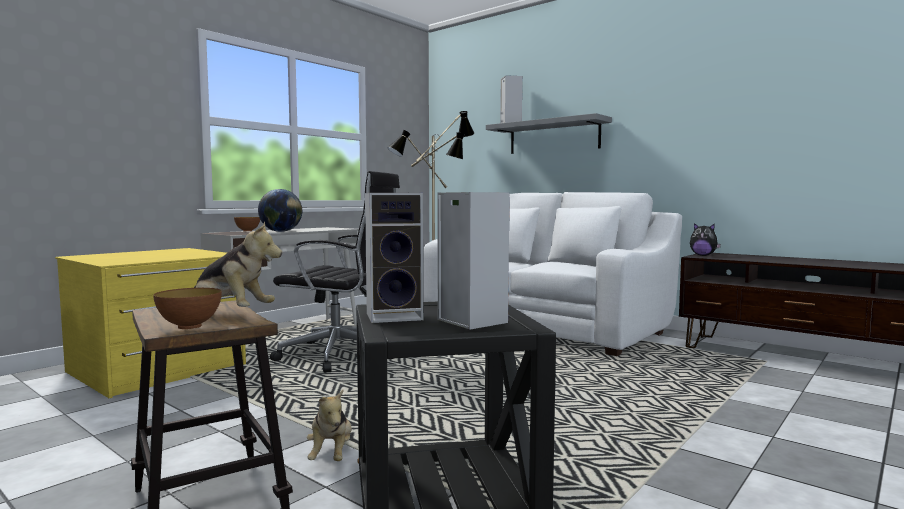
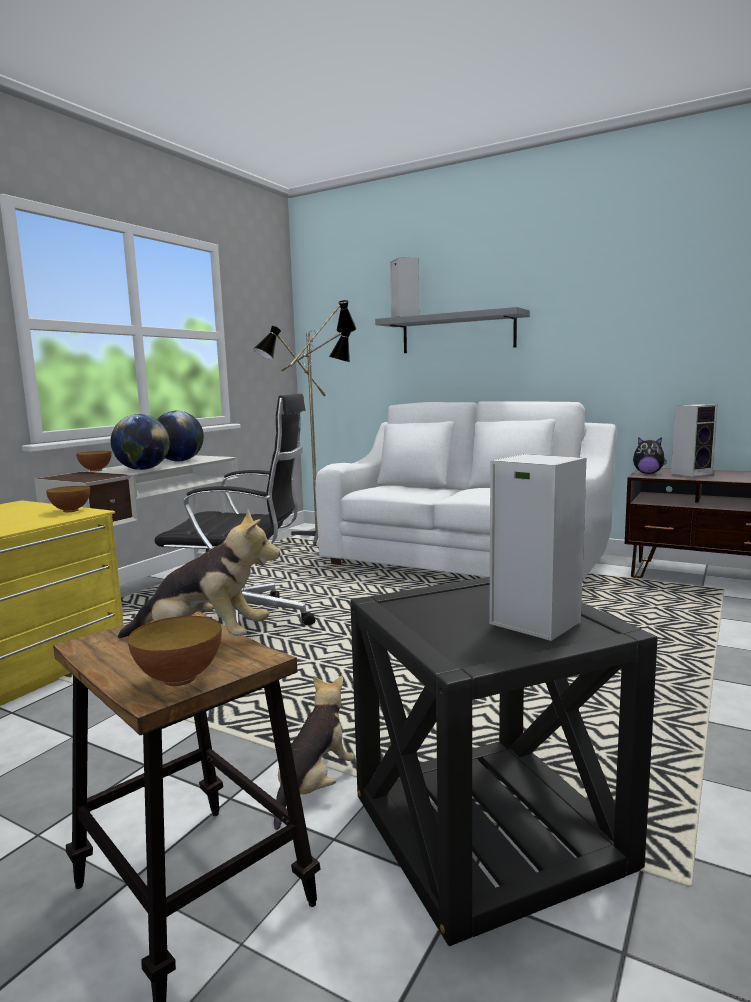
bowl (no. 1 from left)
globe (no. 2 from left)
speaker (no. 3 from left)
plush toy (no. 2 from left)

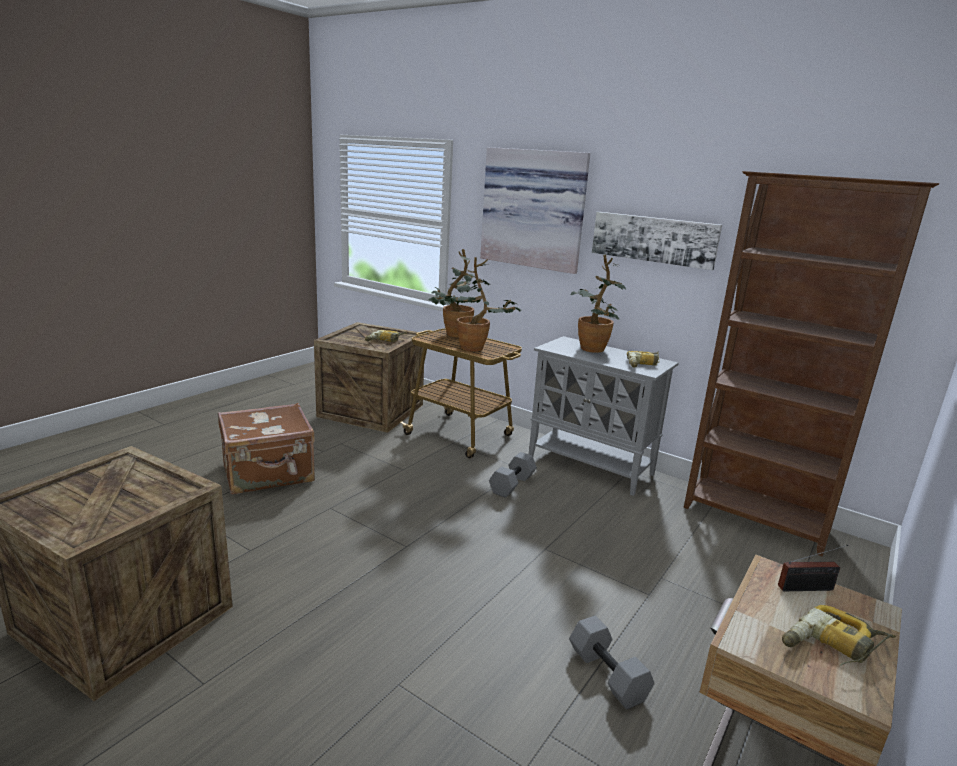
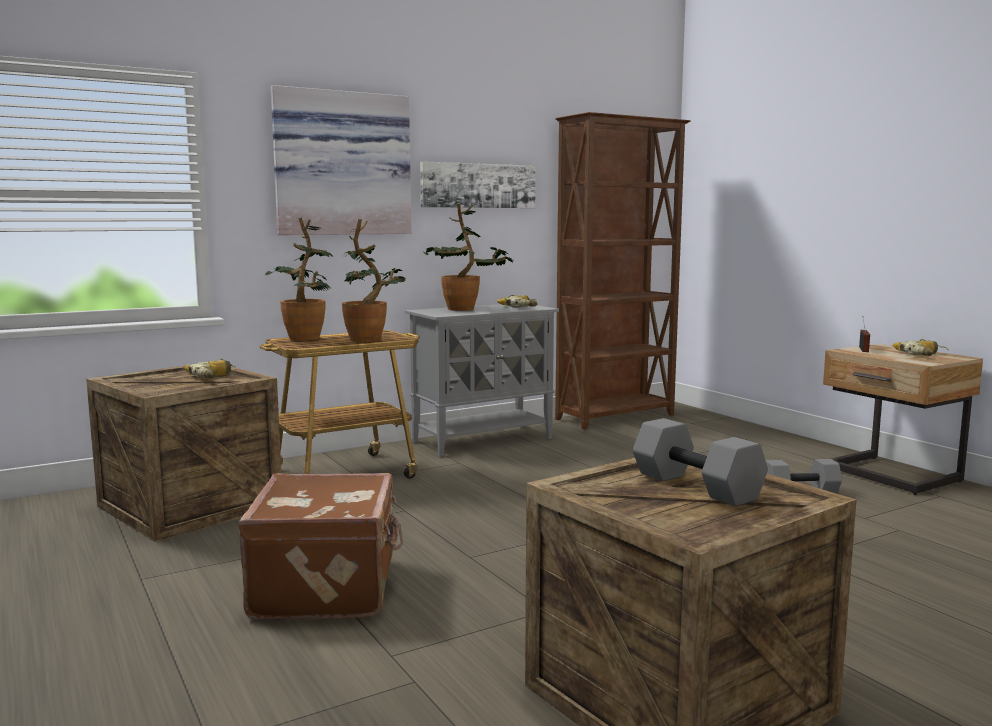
dumbbell (grey) (no. 1 from left)

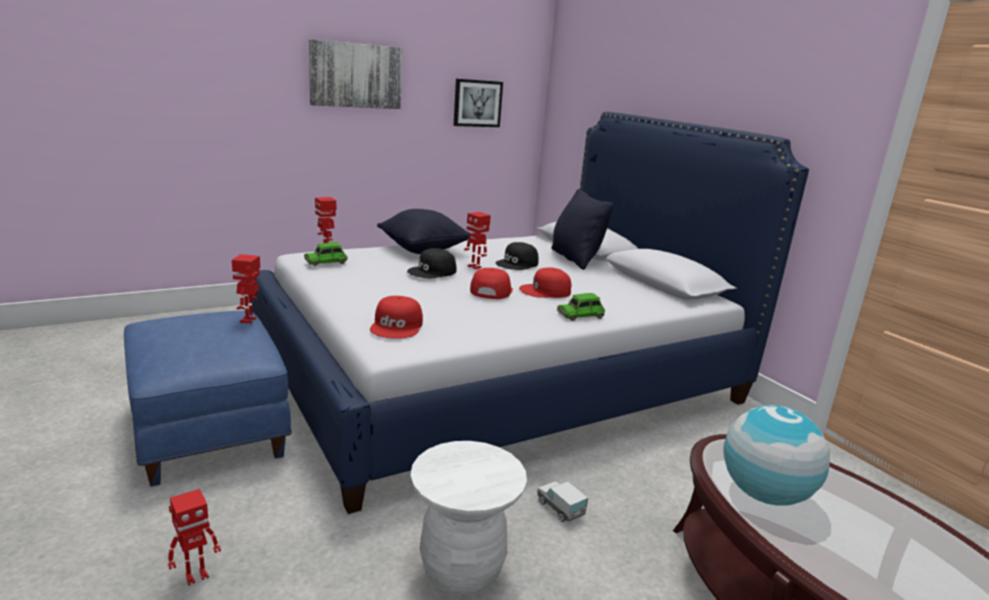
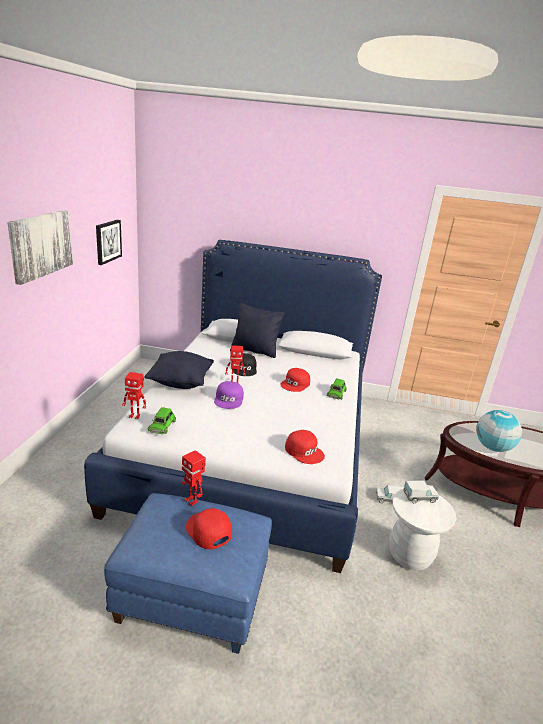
toy robot (no. 1 from left in the first image)
toy truck (no. 2 from left)
cap (red) (no. 1 from left)
cap (purple)

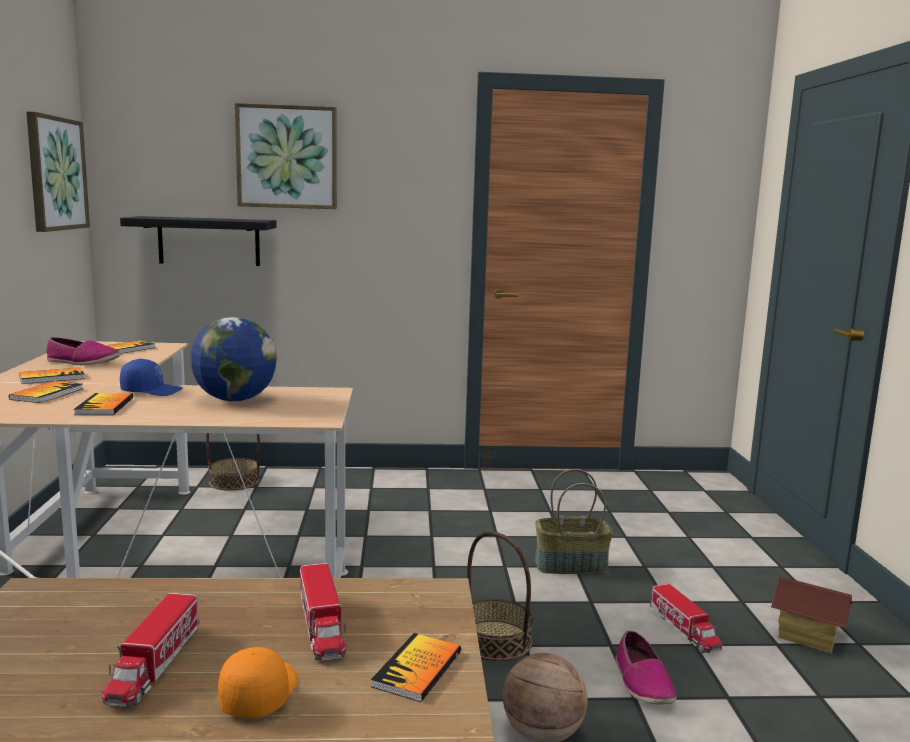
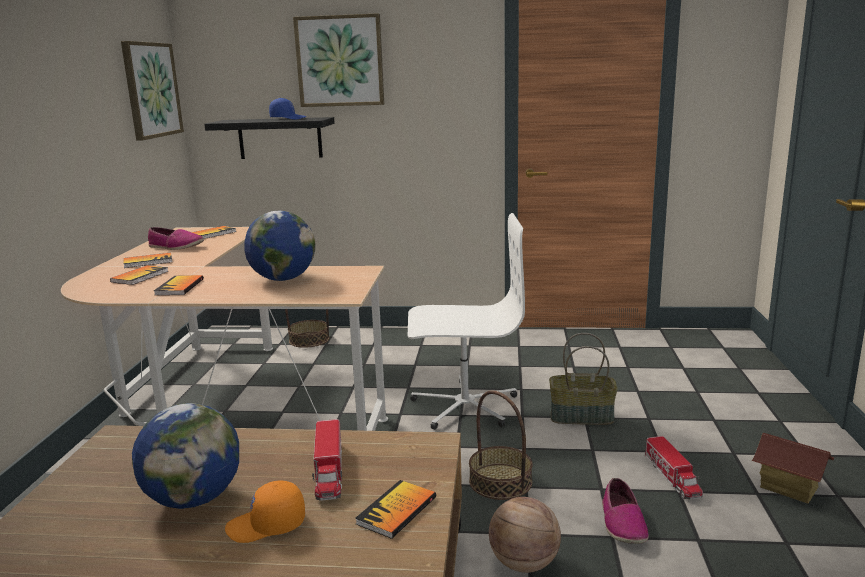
office chair (white)
cap (blue)
globe (no. 1 from left)
cap (orange)

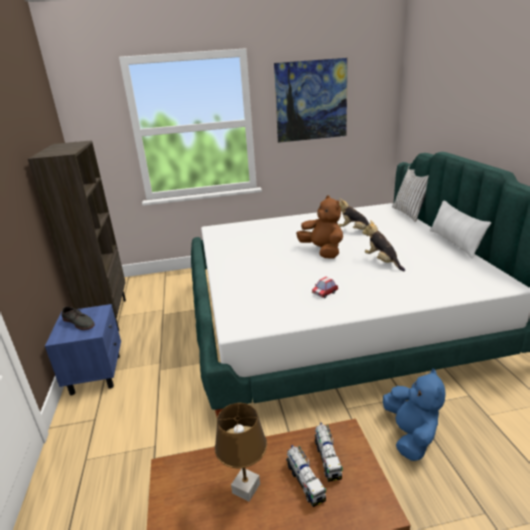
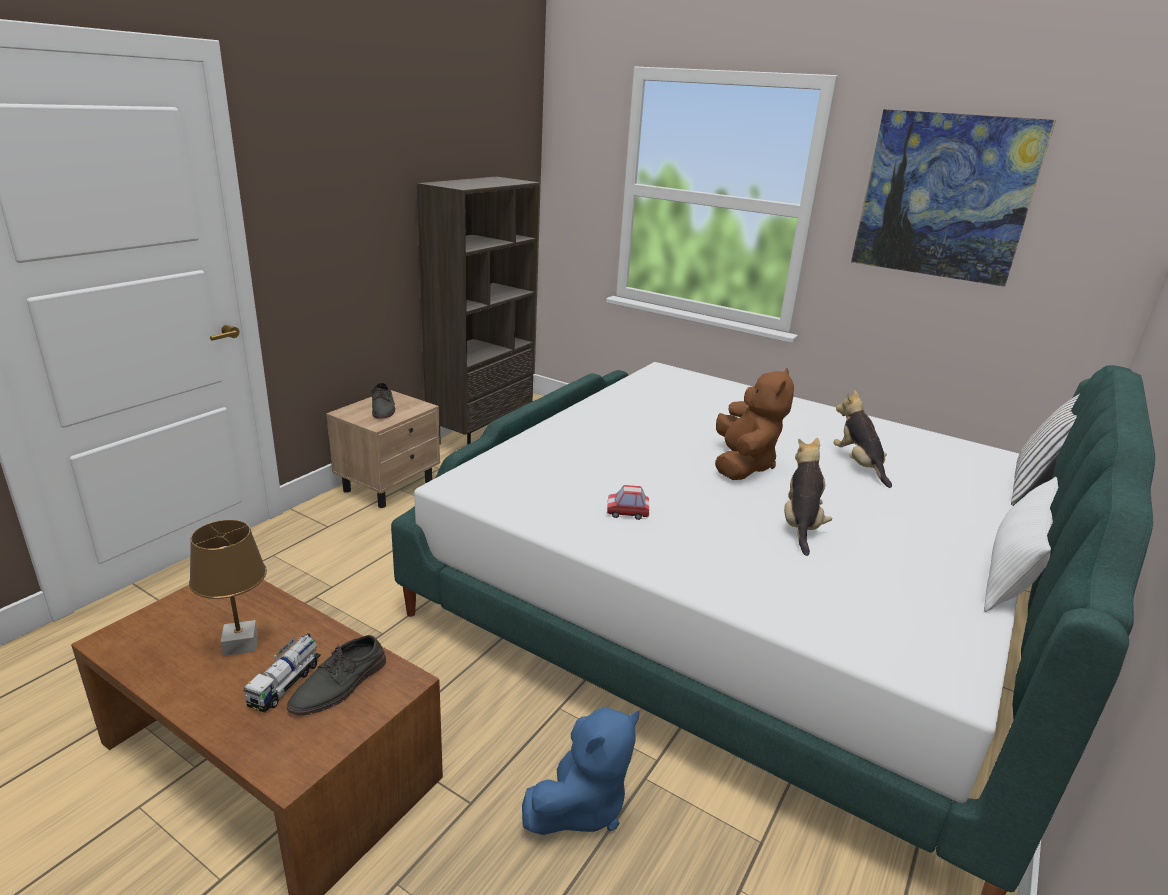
shoe (grey) (no. 1 from left)
nightstand (beige)

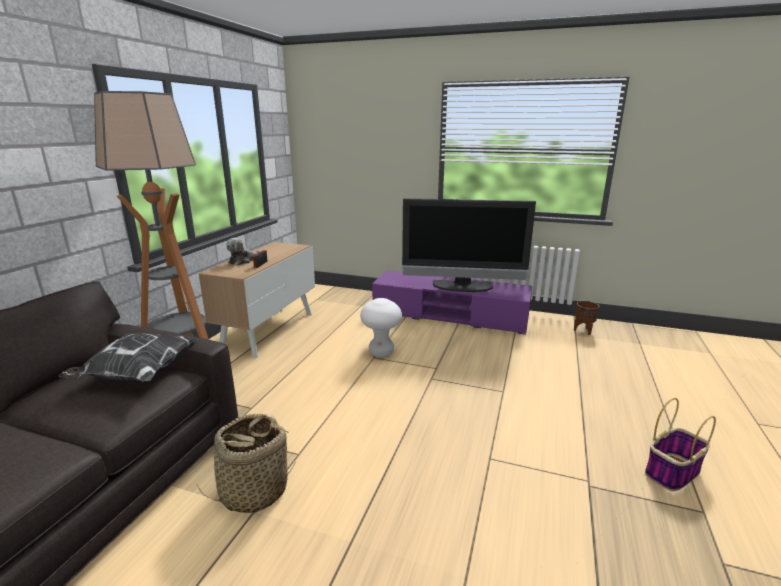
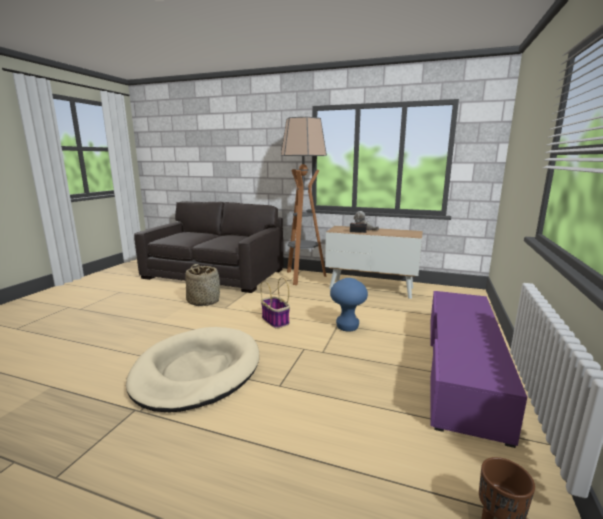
pillow
television
dog bed (beige)
basket (no. 2 from left)
stool (blue)

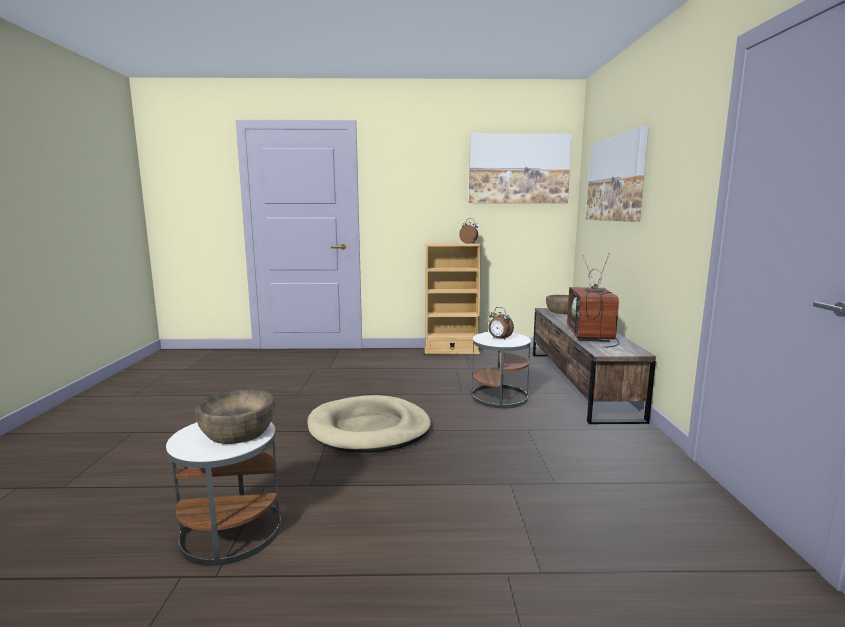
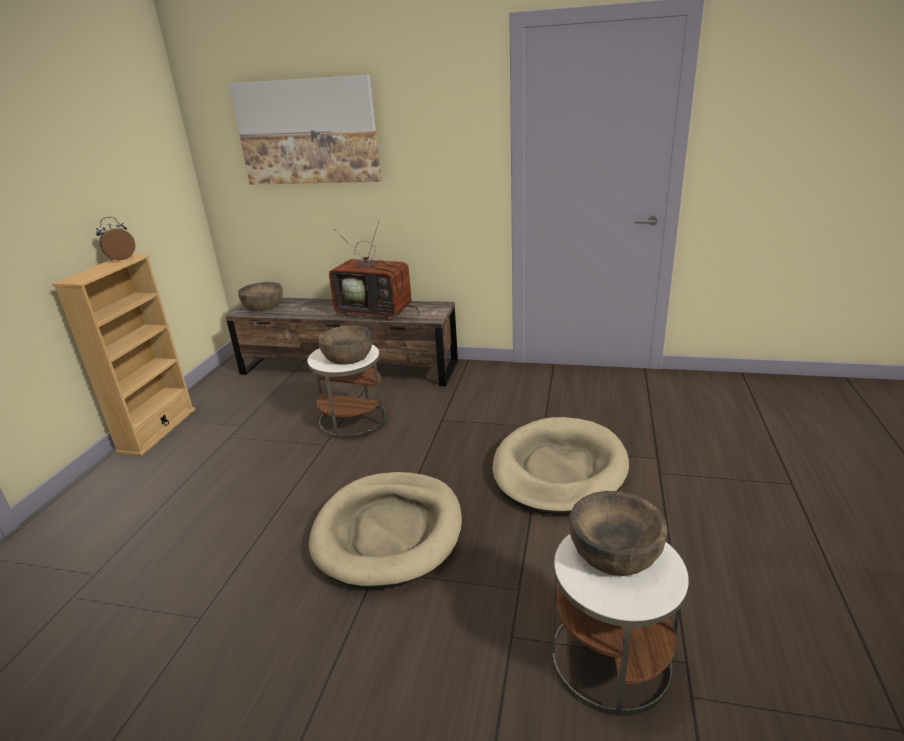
picture (no. 1 from left in the first image)
dog bed (beige) (no. 2 from left)
bowl (brown) (no. 2 from left)

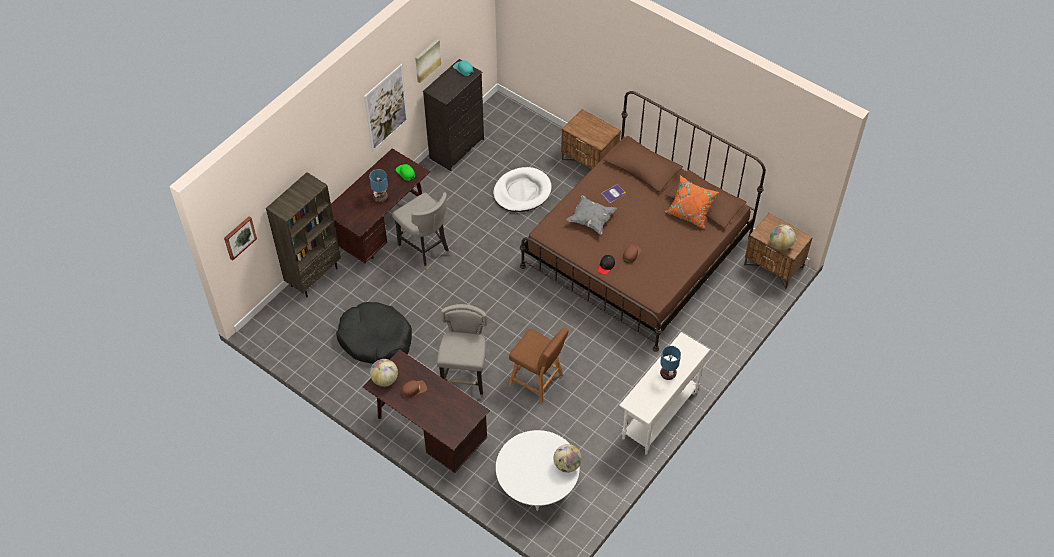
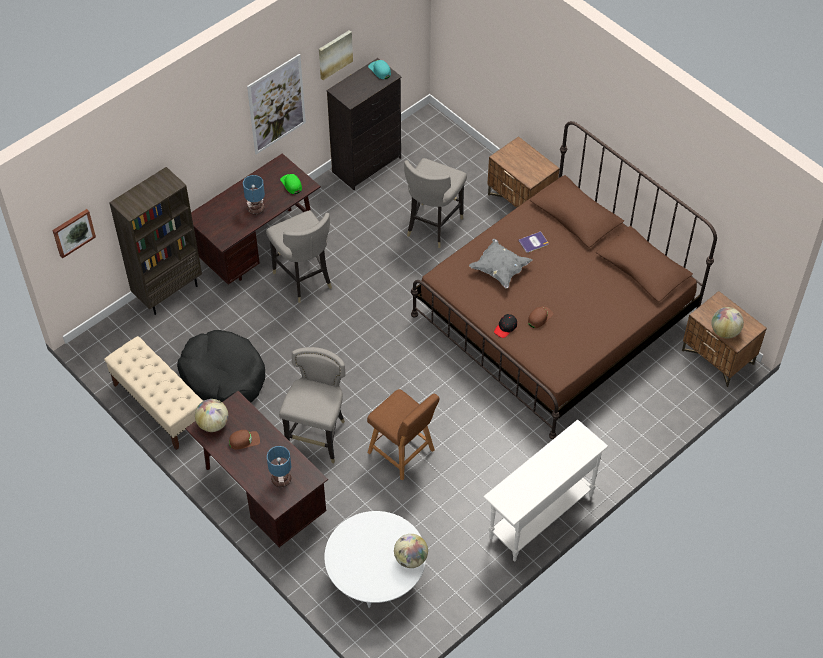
pillow (orange)
bench (beige)
table lamp (no. 2 from left)
stool (grey) (no. 3 from left)

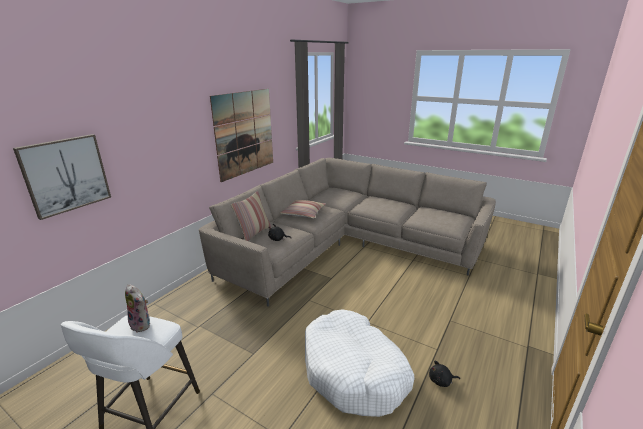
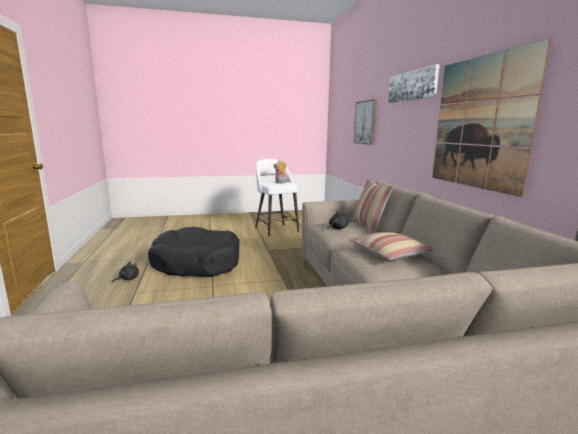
picture (no. 2 from left)
dog bed (black)

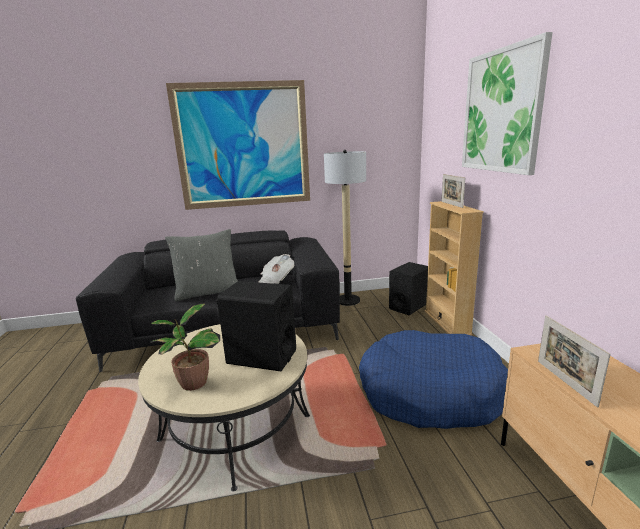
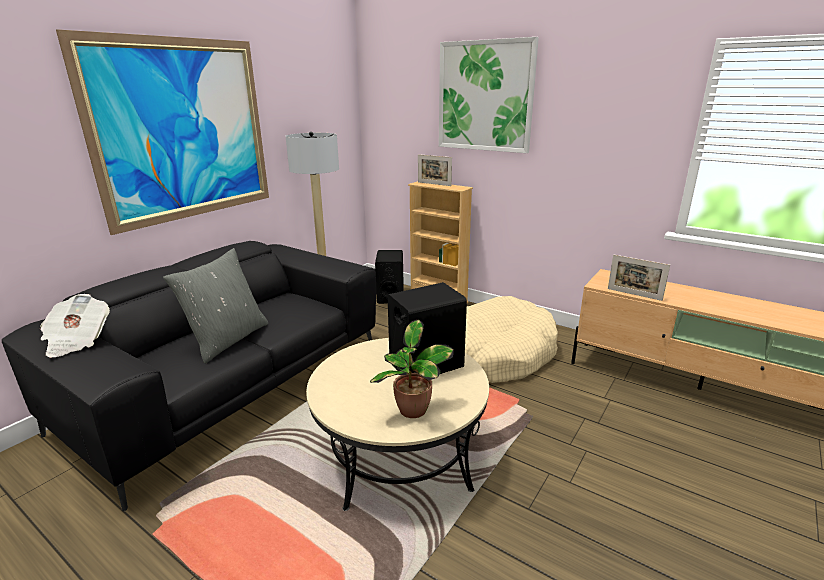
newspaper
dog bed (beige)

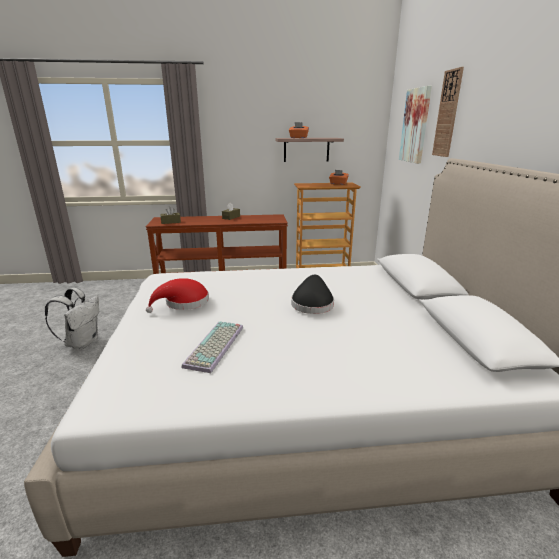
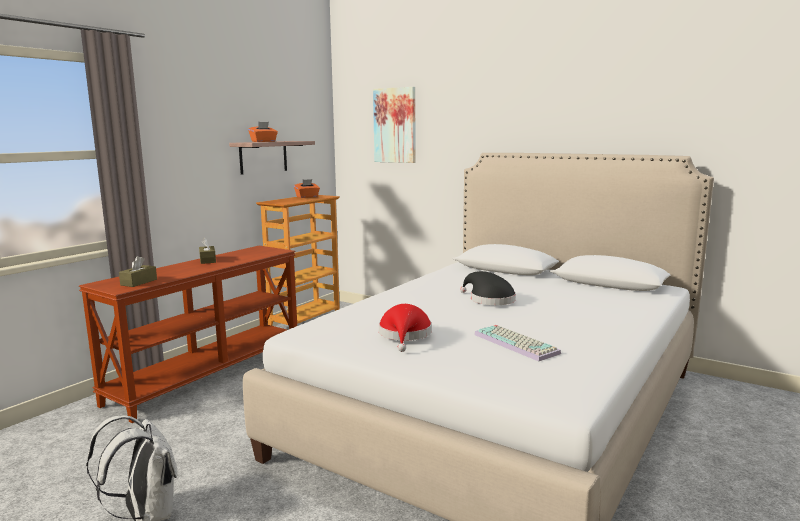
wall clock

